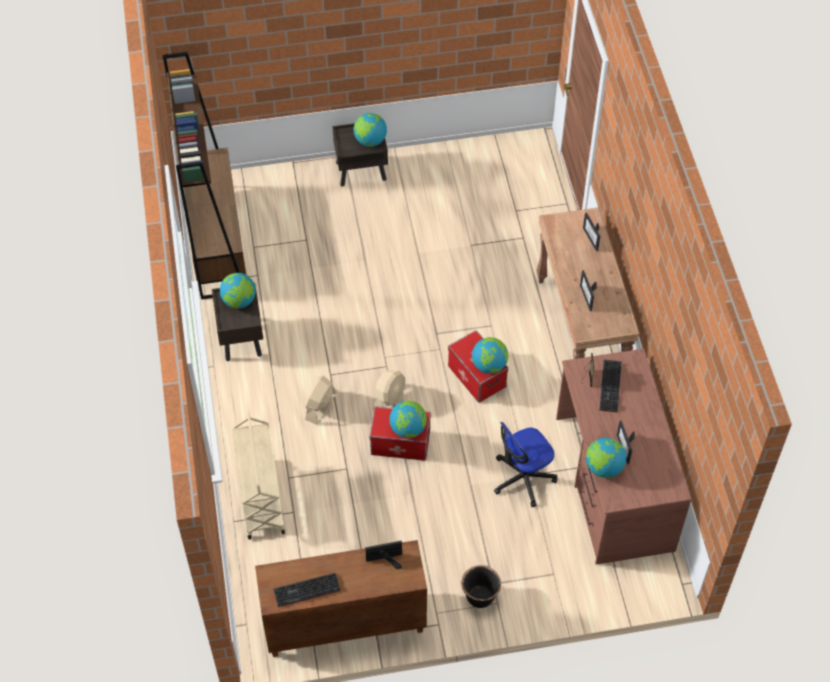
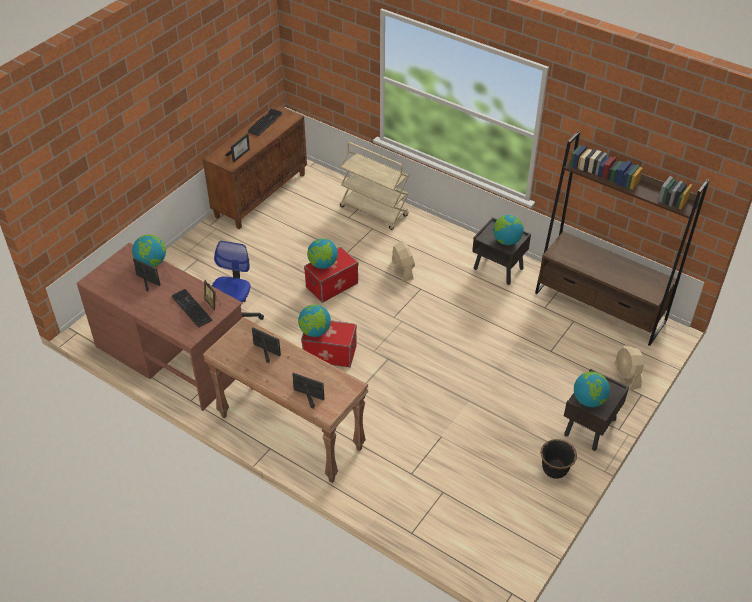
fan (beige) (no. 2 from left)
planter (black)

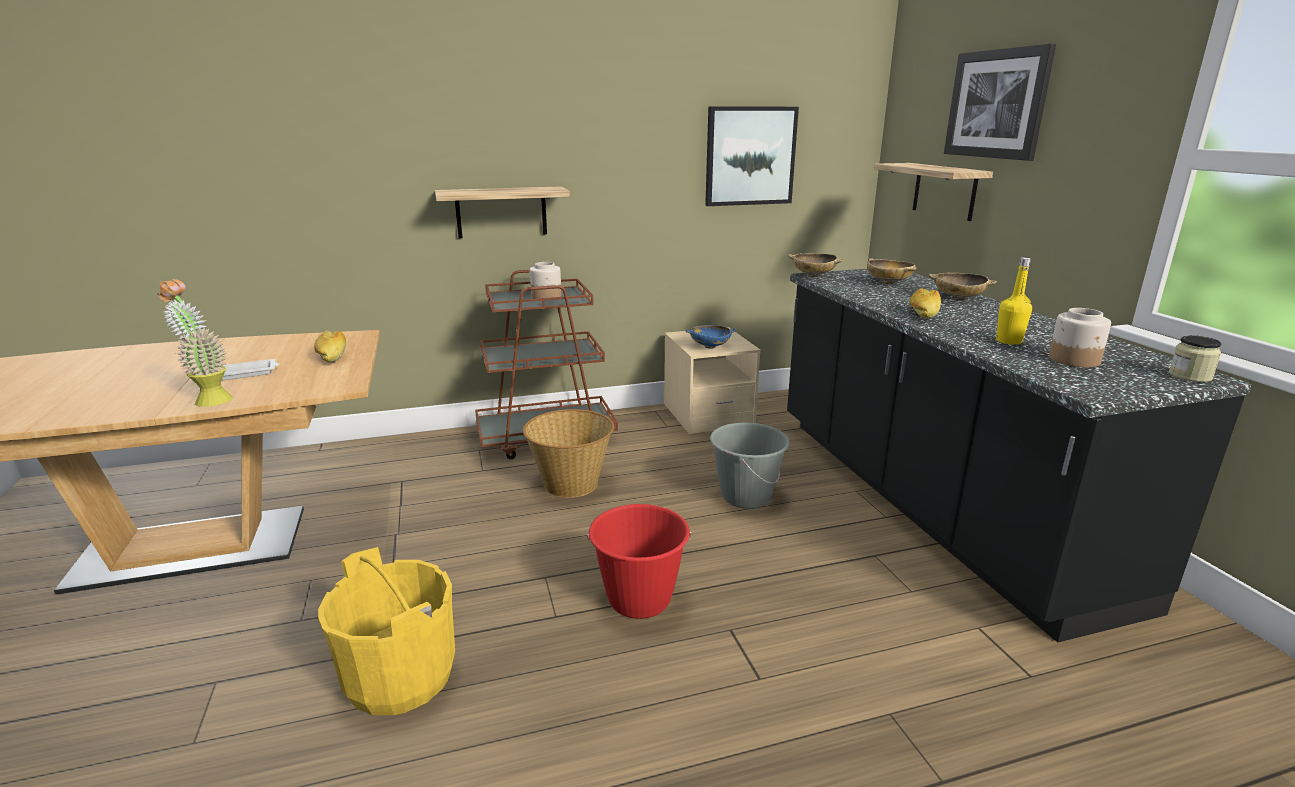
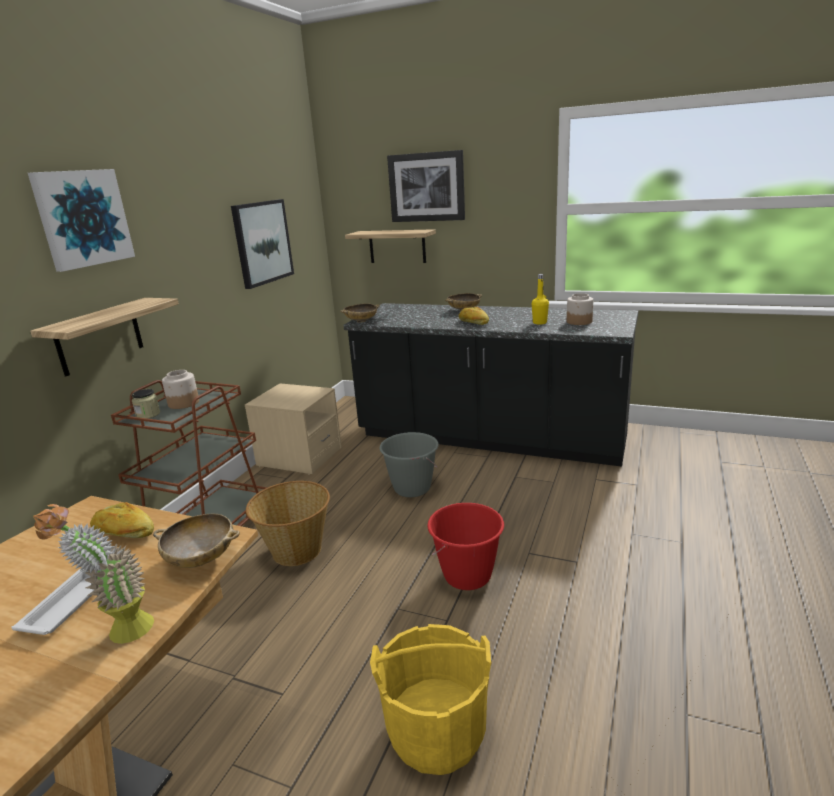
bowl (blue)
picture (no. 1 from left)
bowl (beige) (no. 1 from left)
jar (no. 1 from left)

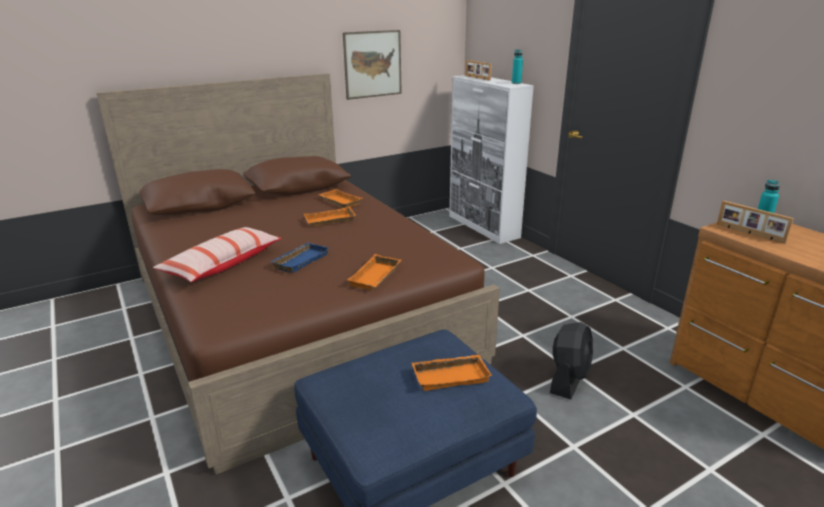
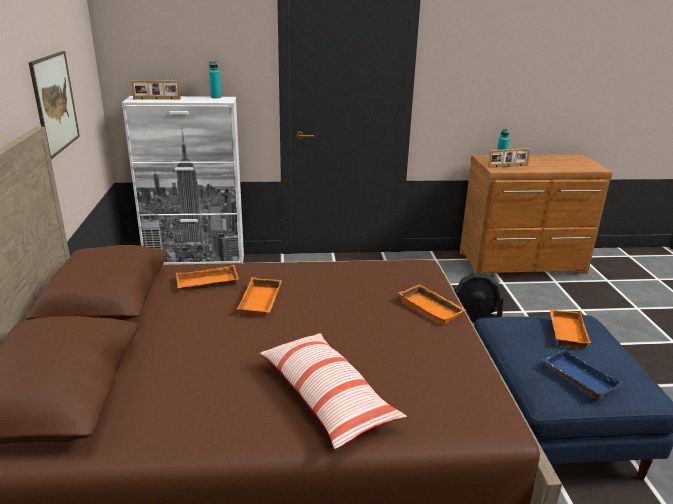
tray (blue)
fan (black)

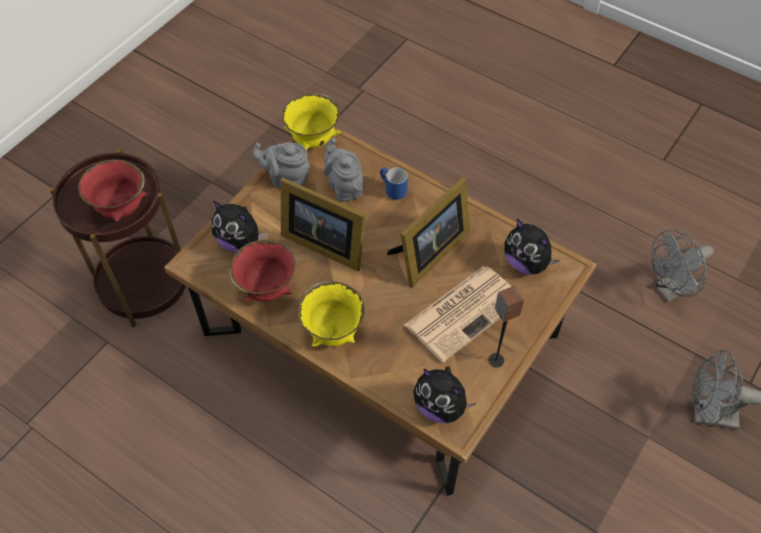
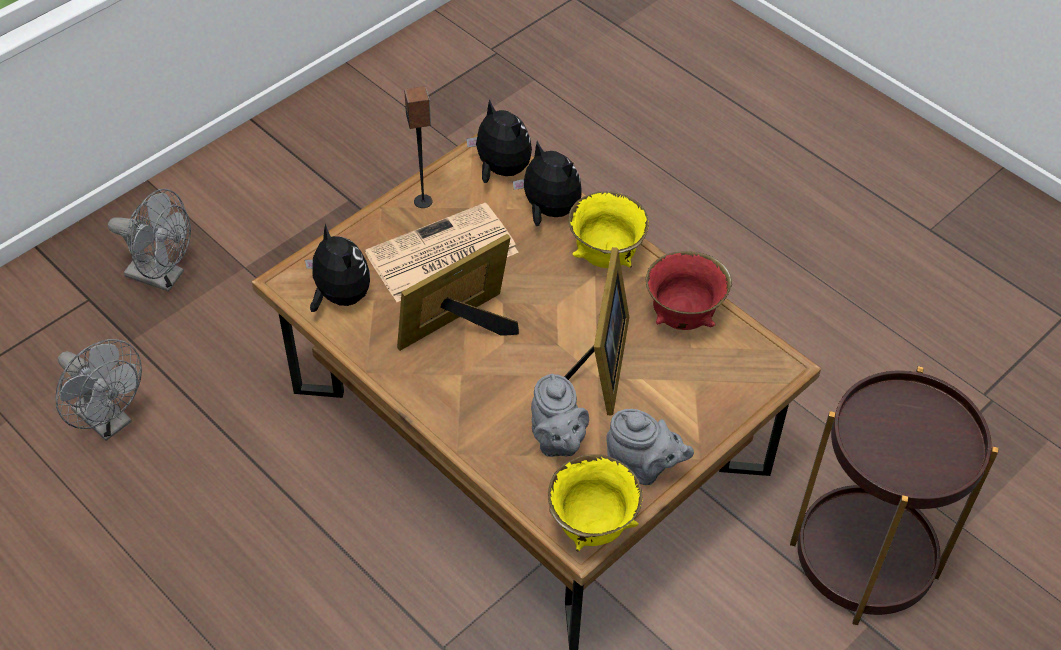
bowl (red) (no. 1 from left in the first image)
mug (blue)
plush toy (no. 3 from left)
picture frame (no. 2 from left)
fan (grey) (no. 1 from left)

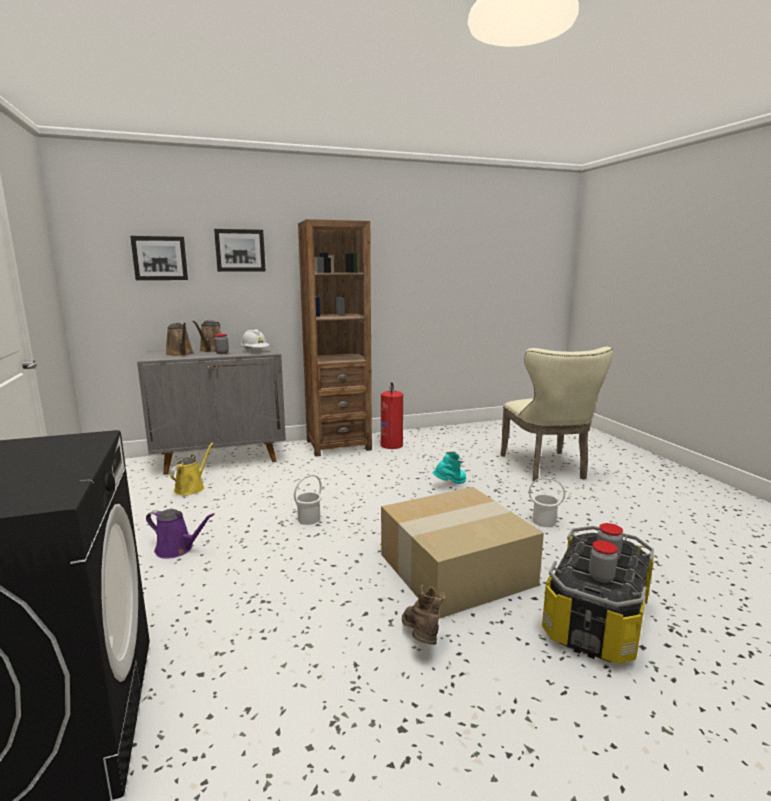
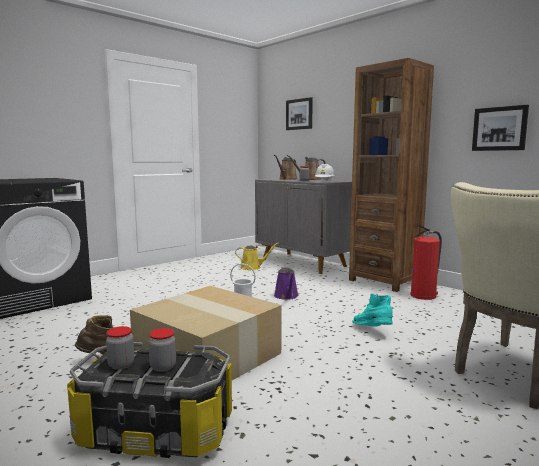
bucket (white) (no. 2 from left in the first image)
watering can (purple)
picture (no. 2 from left)
boot (turquoise)

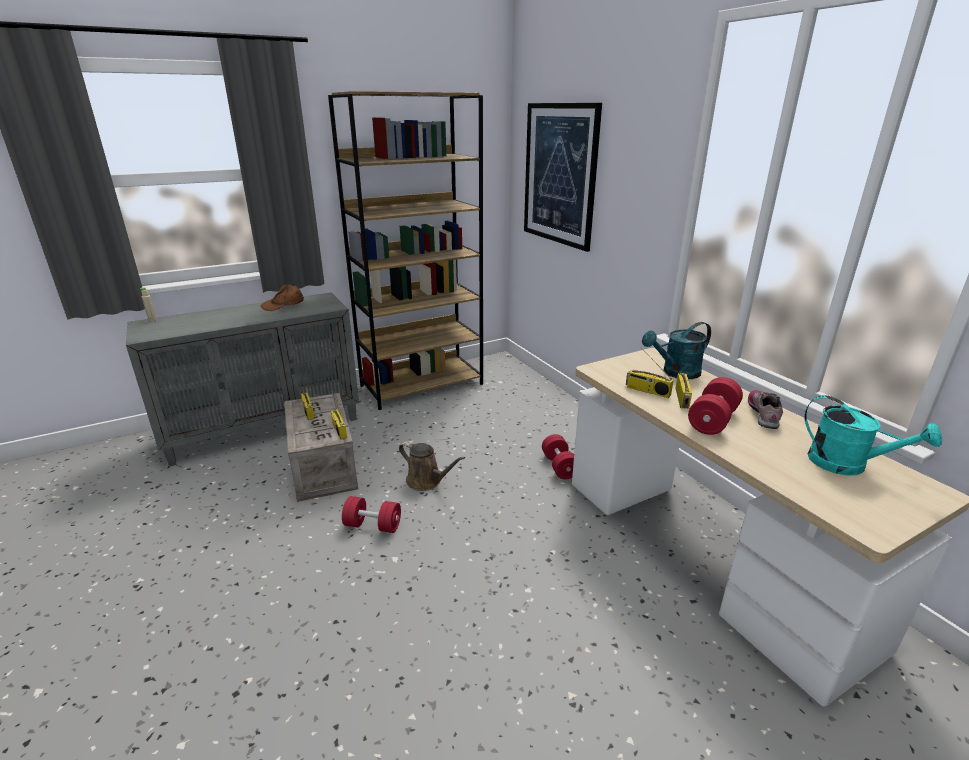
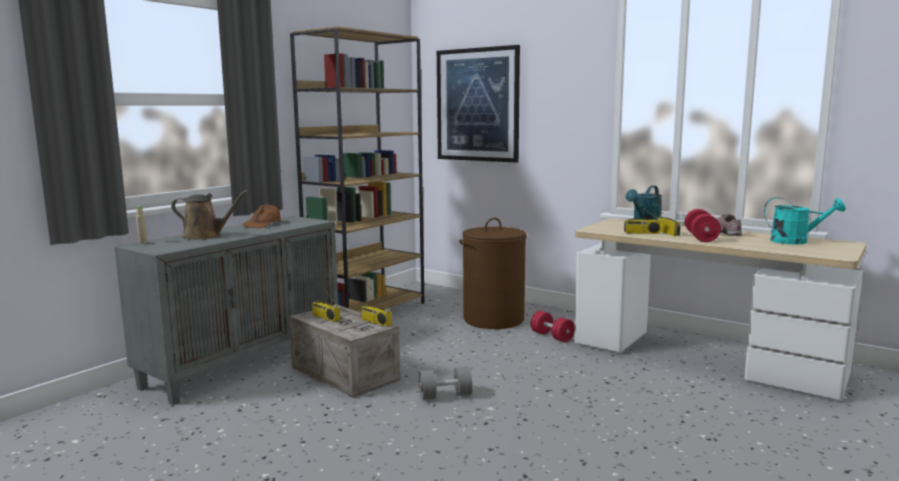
laundry basket (brown)
watering can (brown)
dumbbell (grey)

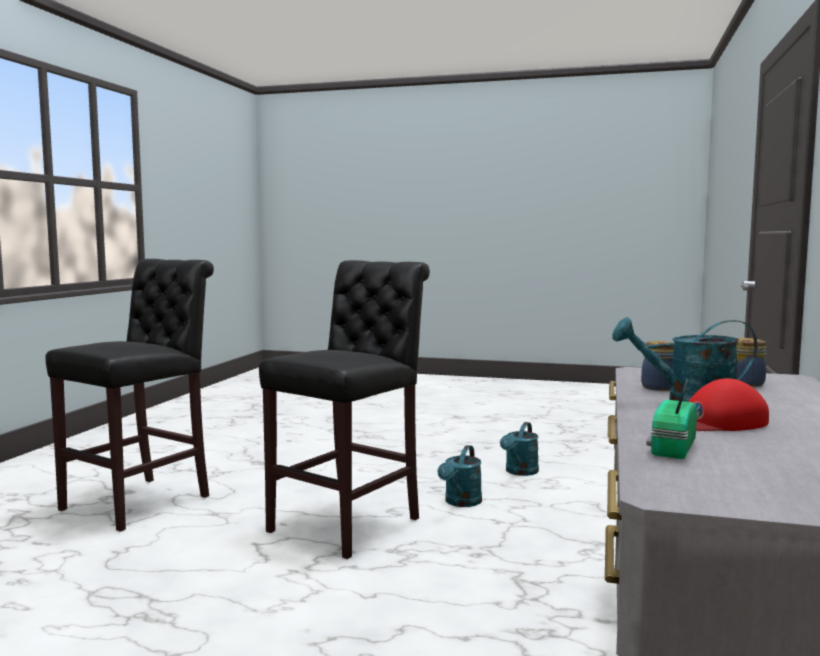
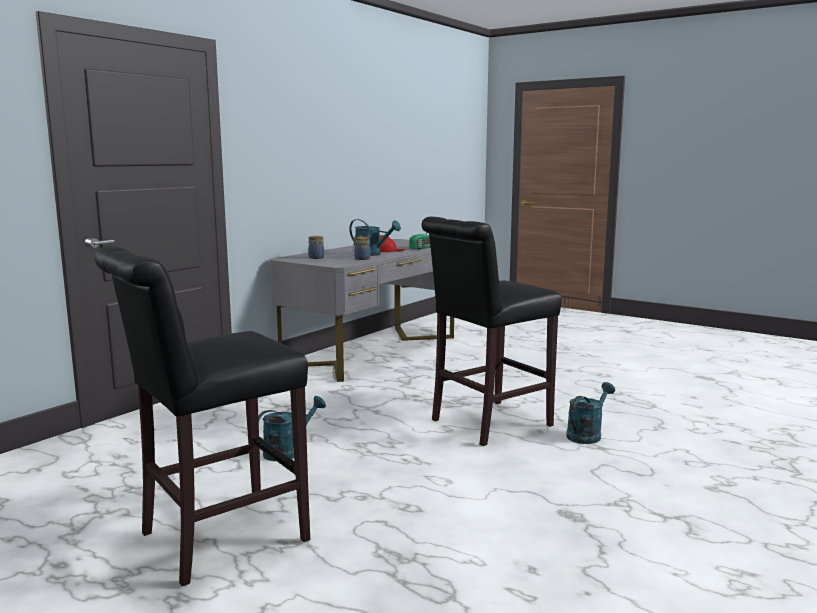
stool (black) (no. 1 from left)
watering can (turquoise) (no. 3 from left)

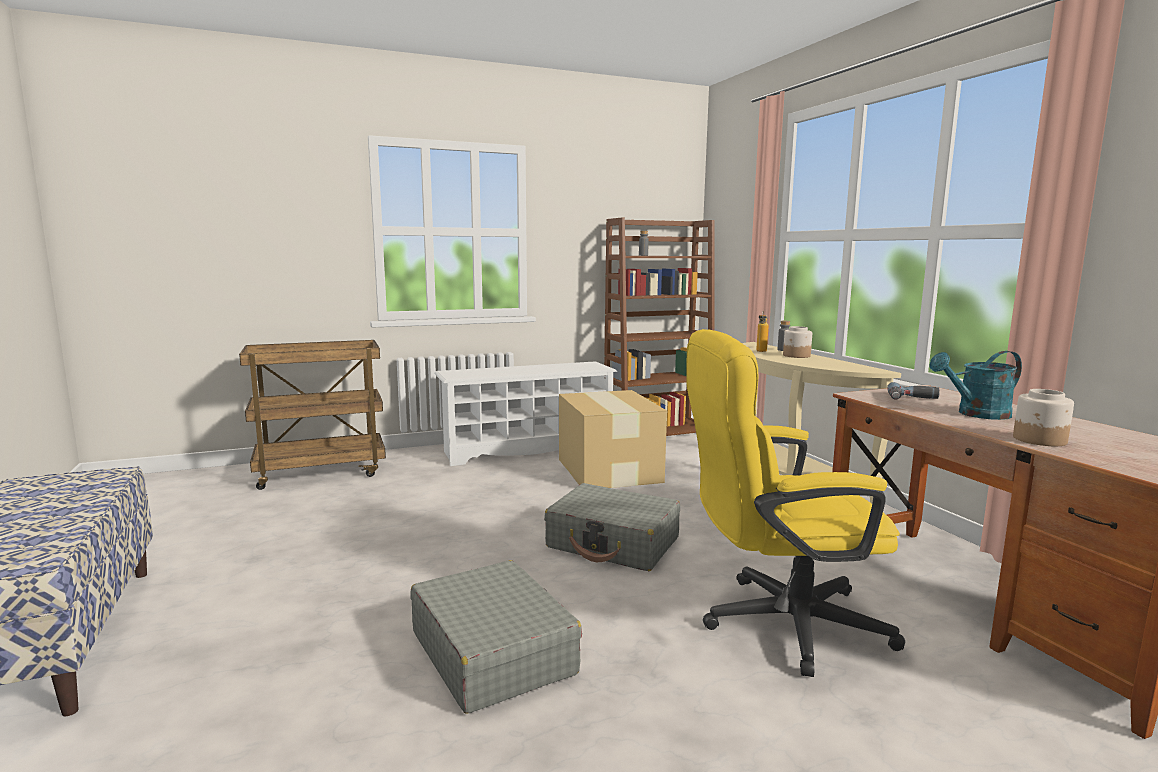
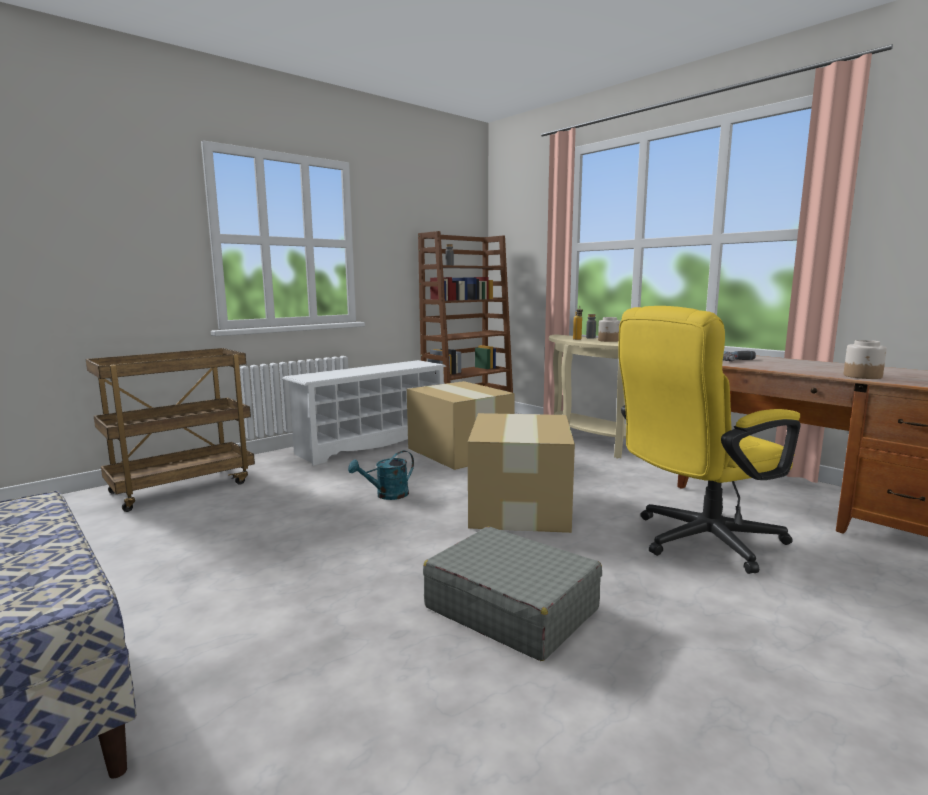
watering can (turquoise)
cardboard box (no. 2 from left)

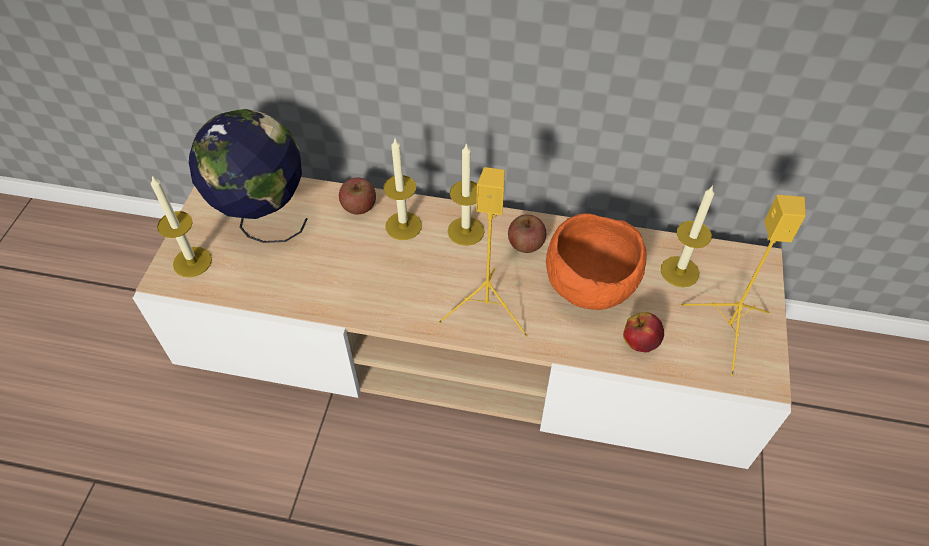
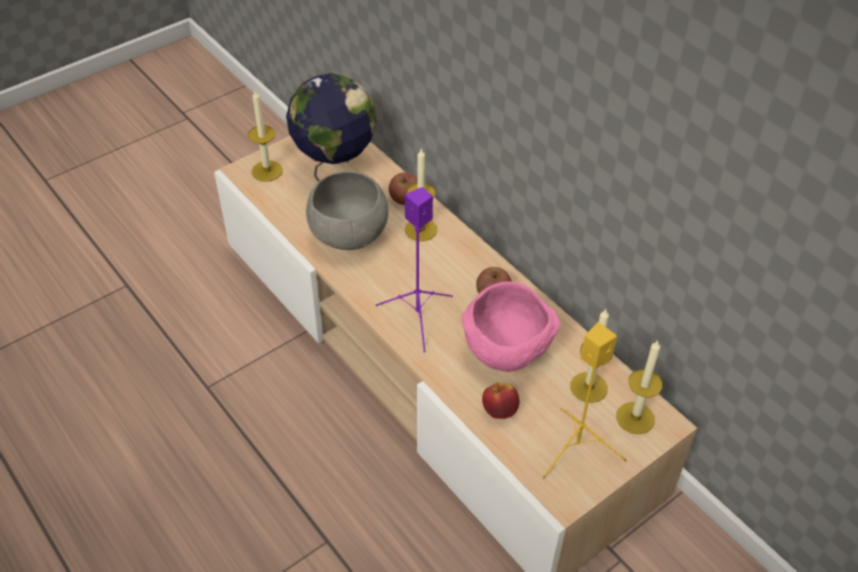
bowl (grey)
candle (no. 4 from left)
speaker (purple)
bowl (pink)

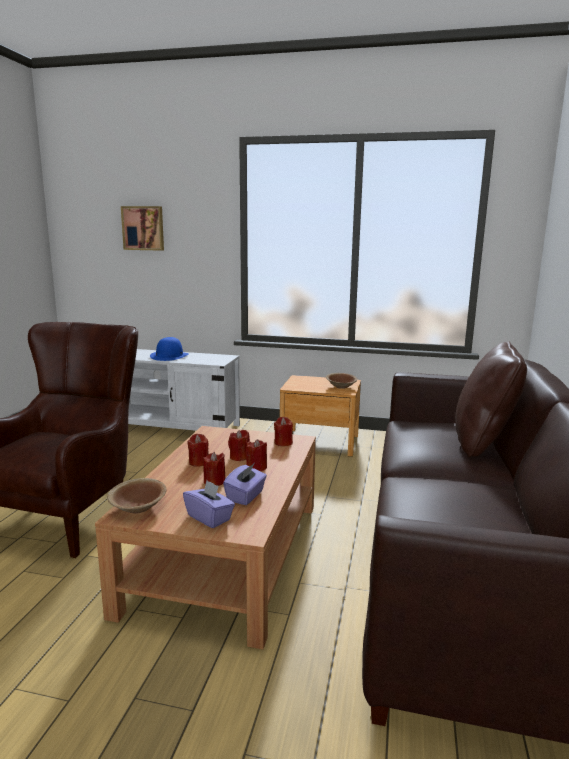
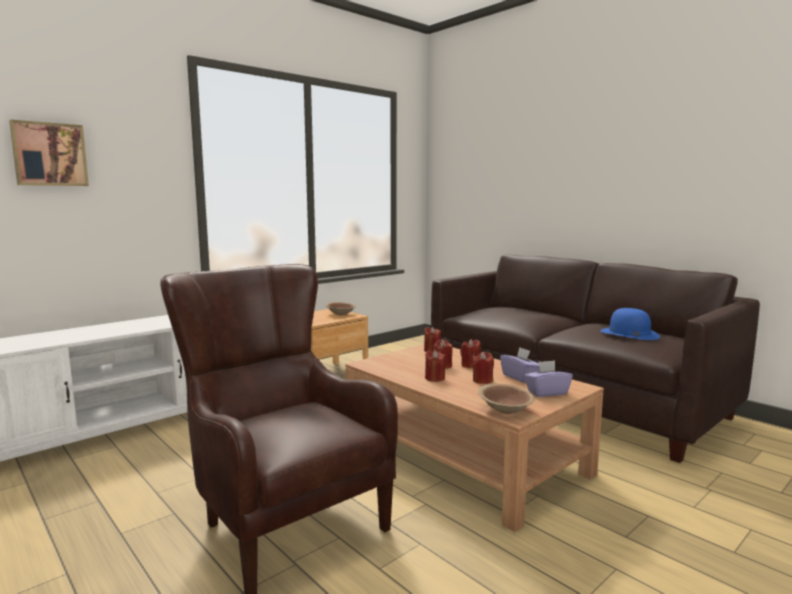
pillow (brown)
hat (blue)

